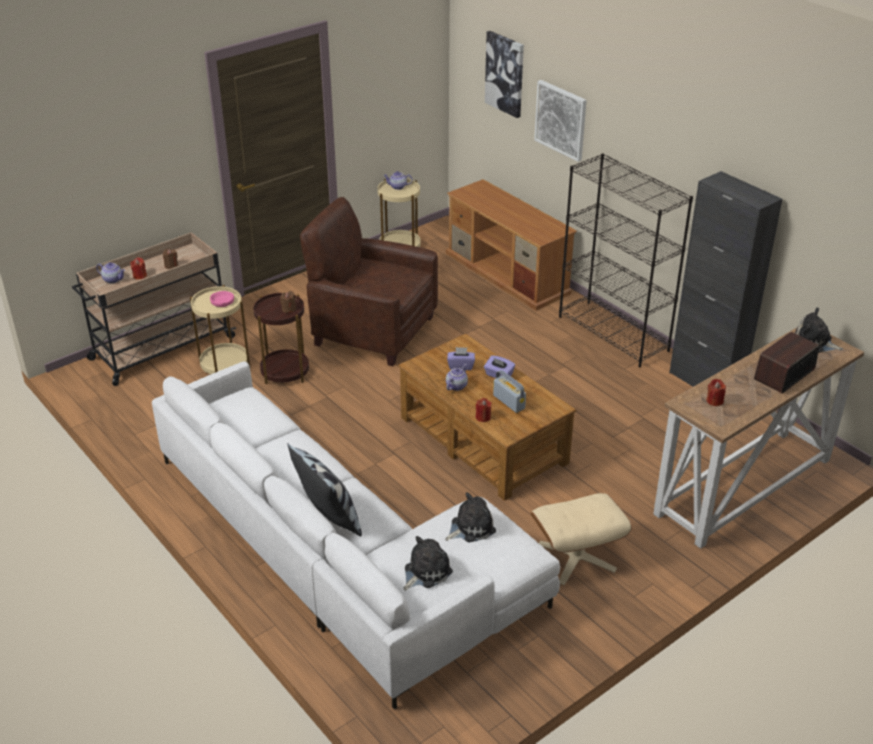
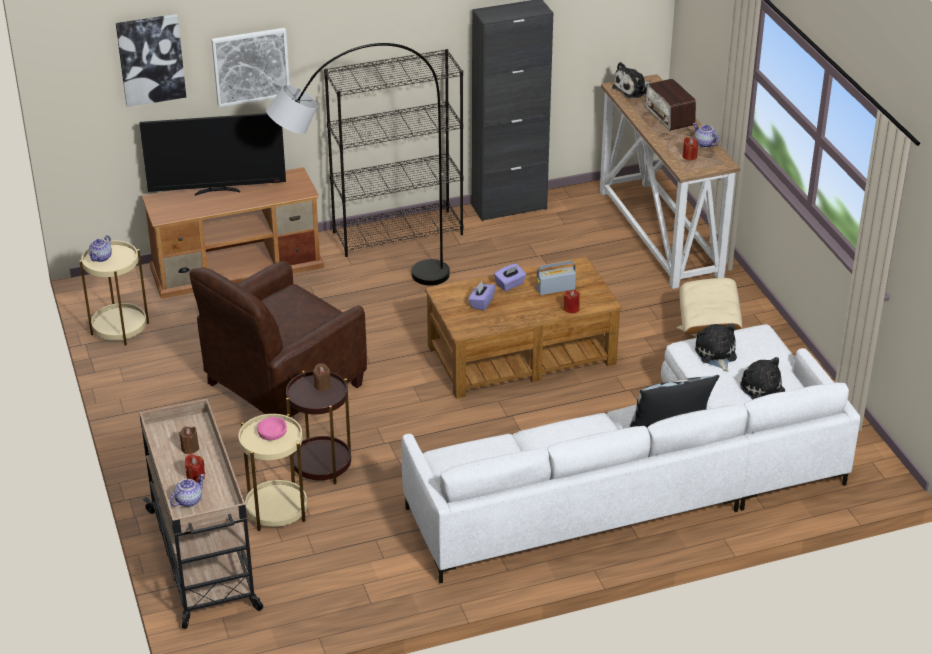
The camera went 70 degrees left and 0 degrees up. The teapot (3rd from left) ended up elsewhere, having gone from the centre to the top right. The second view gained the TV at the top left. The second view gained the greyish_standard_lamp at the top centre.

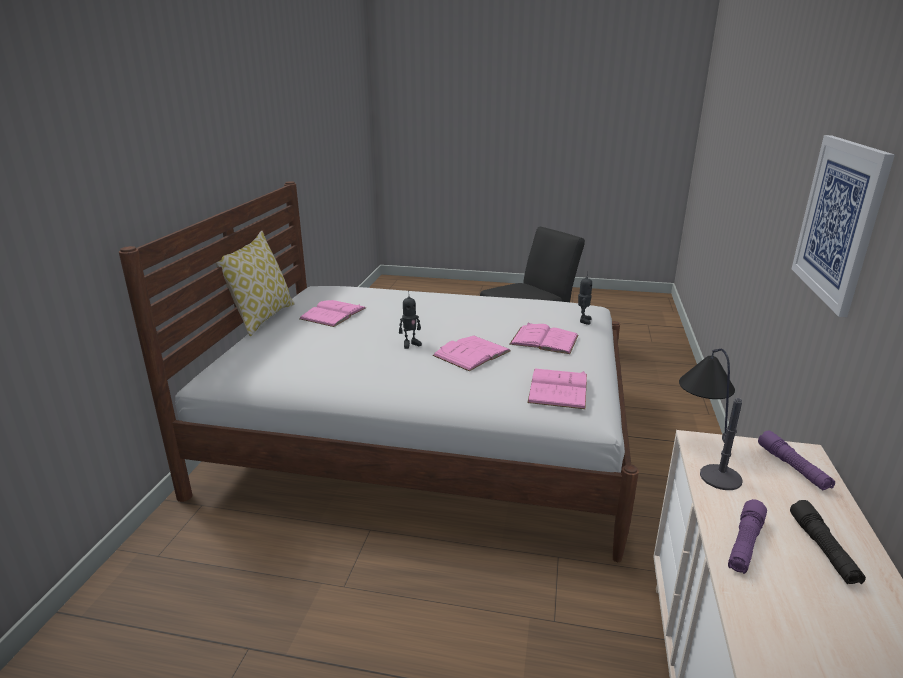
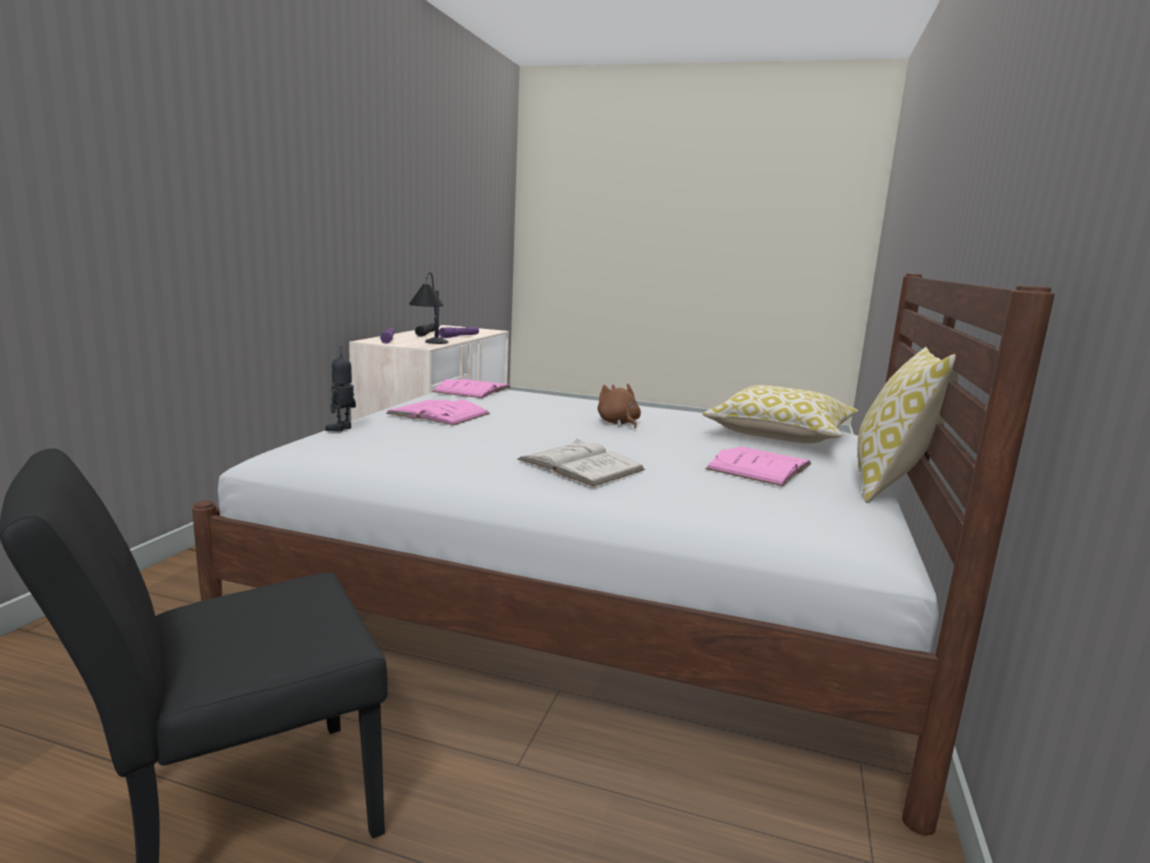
The camera went 175 degrees left and 10 degrees down. Where the robot_figure (1st from left) stood at the centre, the brown-coloured_plush_toy came to stand at the centre. The second view lost the pinkish_bound_book (2nd from left) at the centre. The second view lost the wall_picture at the middle right. The second view gained the white_bound_book at the centre. The second view gained the cushion (1st from left) at the middle right.

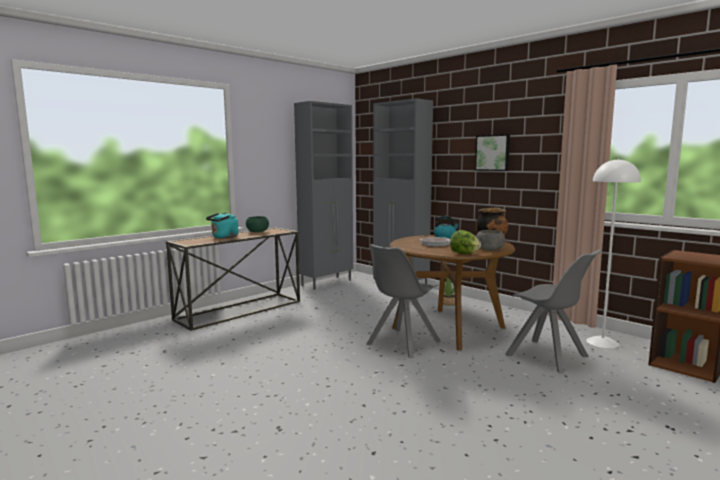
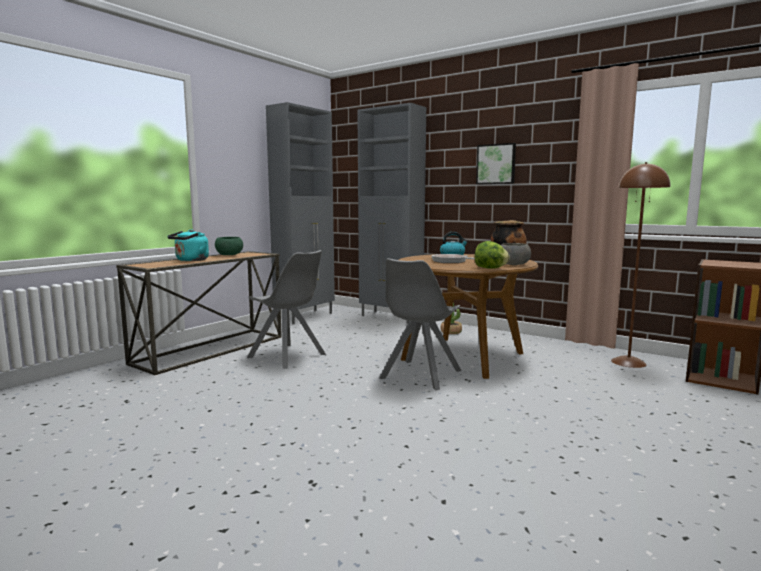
The camera went 10 degrees left and 0 degrees up. The greyish_upright_chair (2nd from left in the first image) ended up elsewhere, having gone from the middle right to the centre. What was the white_standard_lamp at the middle right turned into the brown-coloured_standard_lamp at the middle right.

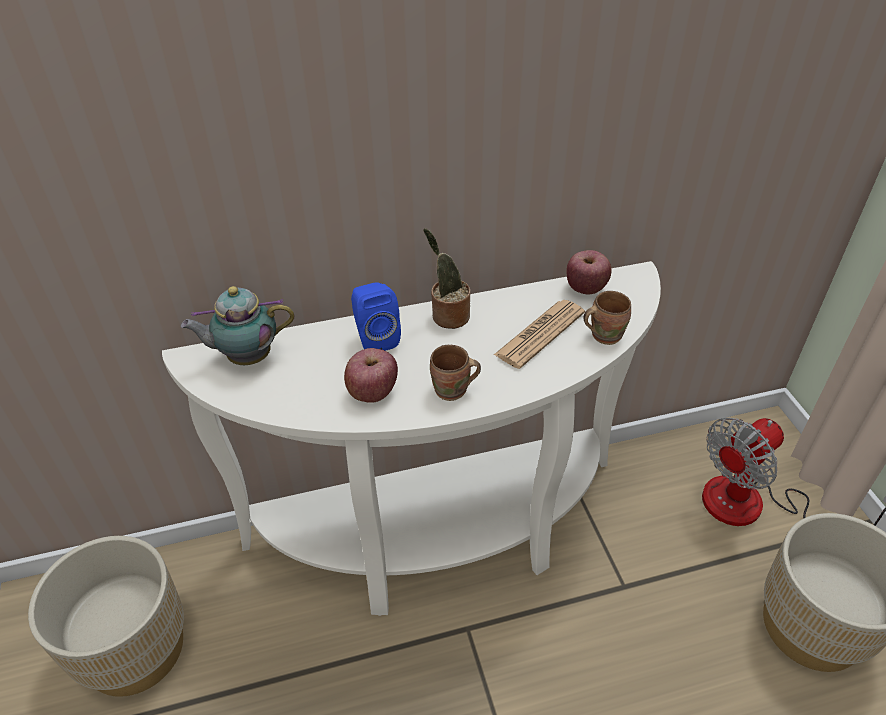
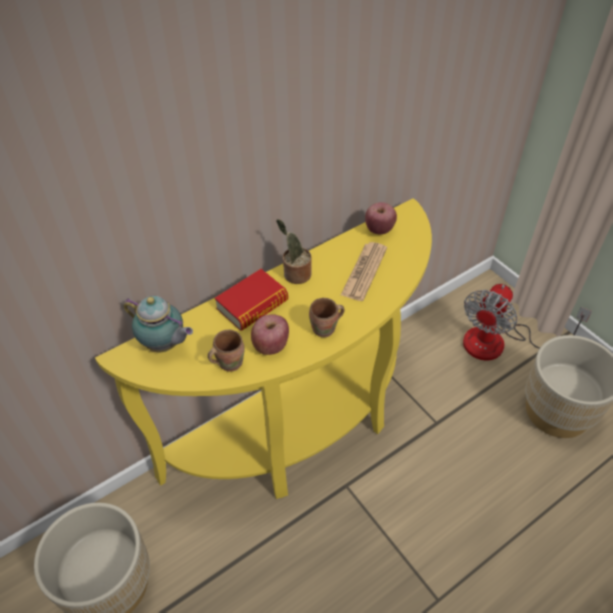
The camera went 20 degrees left and 5 degrees up. What was the white_hall_table at the centre turned into the yellowish_hall_table at the centre. The teapot at the middle left ended up facing another way, 120 degrees counterclockwise from before. Where the bluish_speaker stood at the centre, the bound_book came to stand at the centre. The brown-coloured_mug (2nd from left in the first image) ended up elsewhere, having gone from the middle right to the centre.

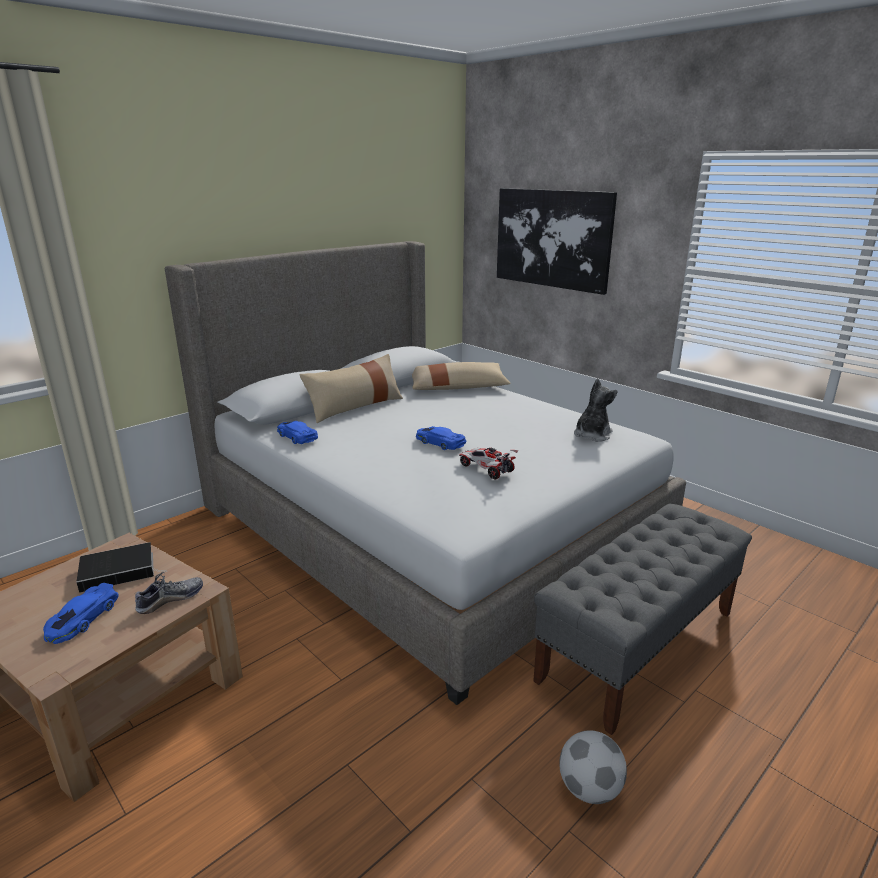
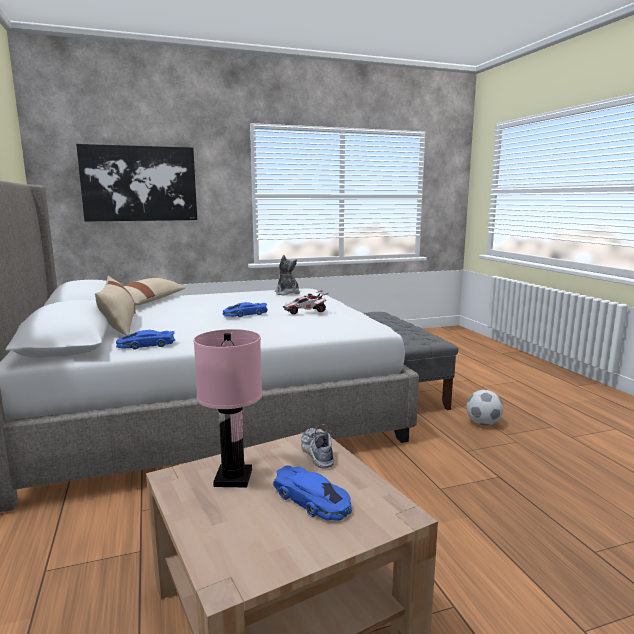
The camera went 65 degrees left and 10 degrees down. Where the bound_book stood at the middle left, the pinkish_table_lamp came to stand at the centre.

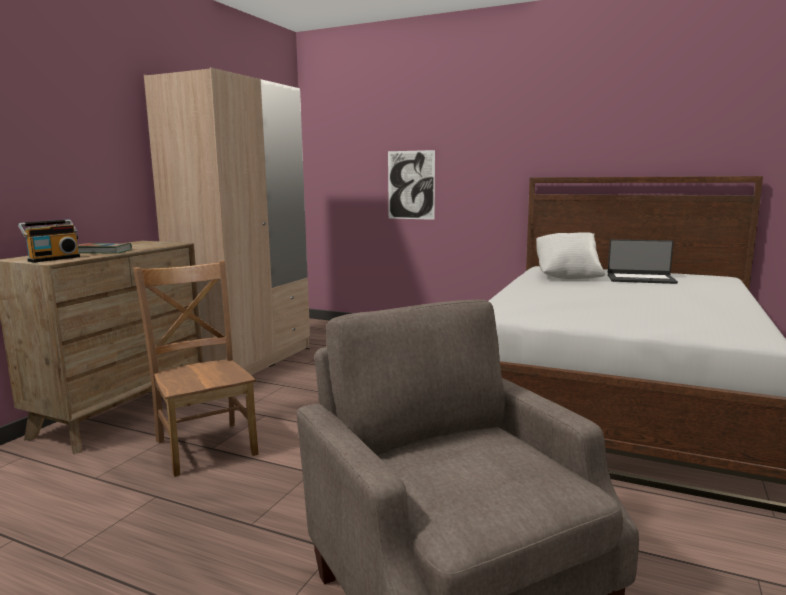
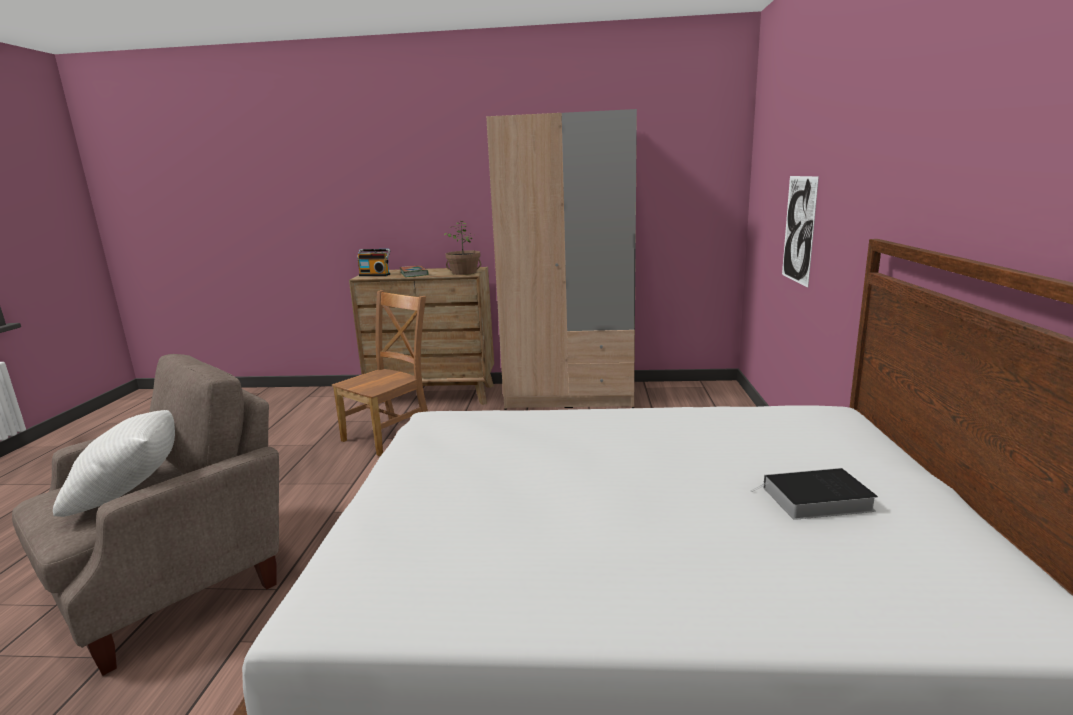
The camera went 70 degrees right and 5 degrees up. The white_cushion ended up elsewhere, having gone from the middle right to the middle left. Where the notebook_computer stood at the middle right, the bound_book (2nd from left) came to stand at the bottom right. The second view gained the potted_plant at the centre.

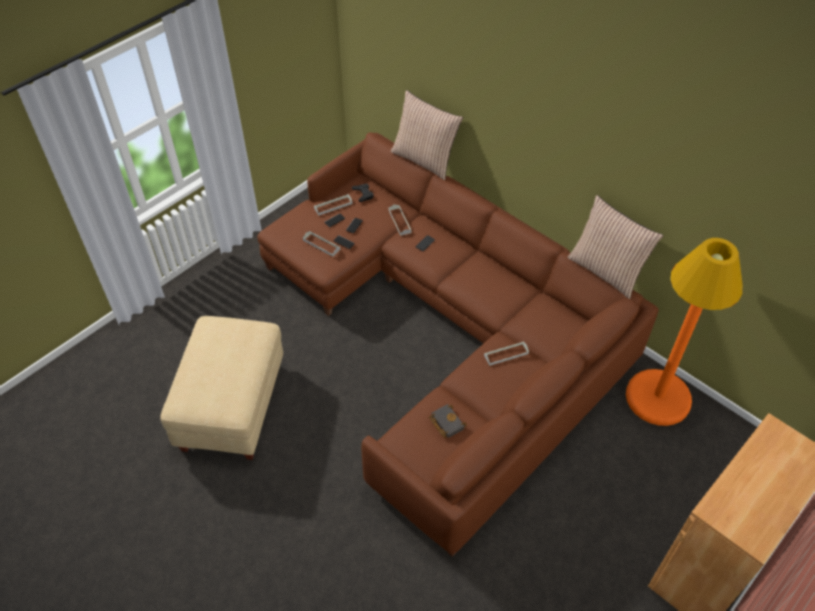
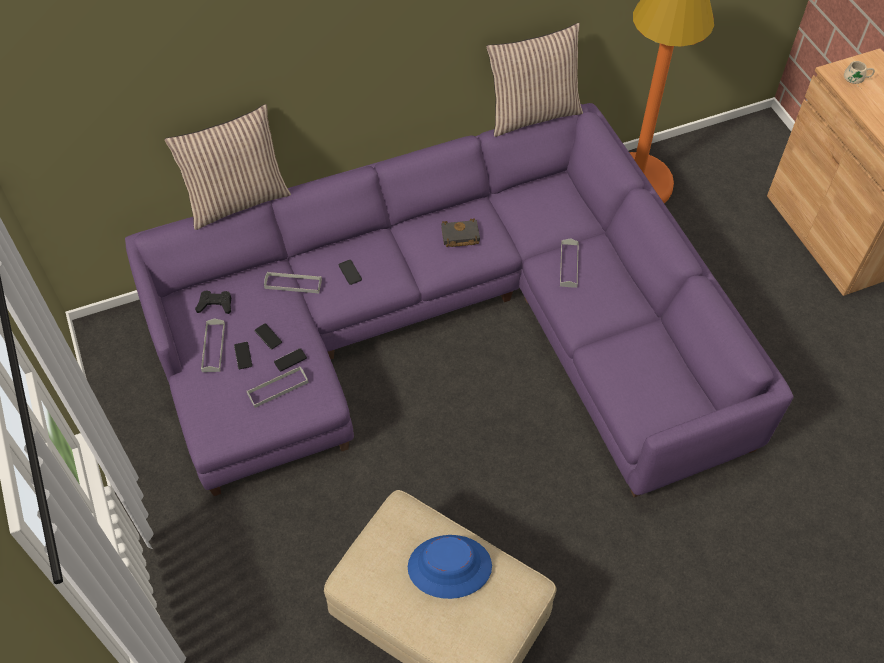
The camera went 65 degrees left and 5 degrees up. What was the brown-coloured_settee at the centre turned into the purple_settee at the centre. The blackish_bound_book ended up elsewhere, having gone from the bottom centre to the centre. The second view gained the bluish_hat at the bottom centre. The second view gained the beige-coloured_mug at the top right.

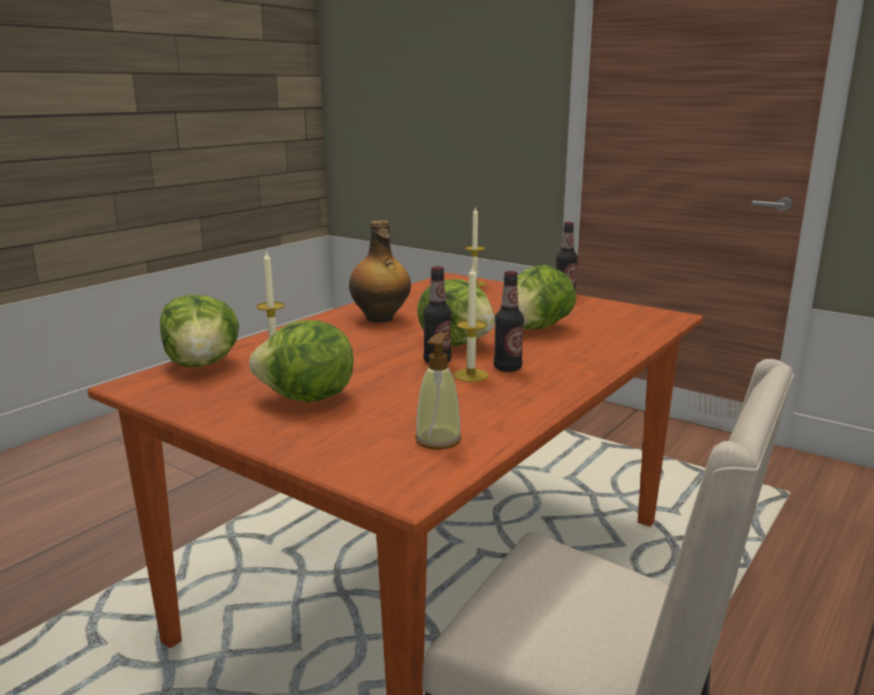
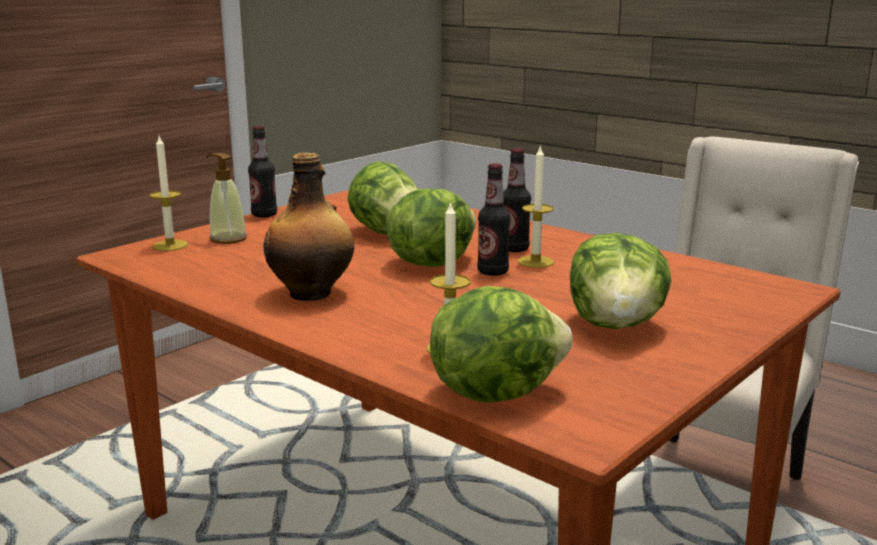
The camera went 85 degrees left and 0 degrees up. The soap_dispenser ended up elsewhere, having gone from the centre to the middle left.

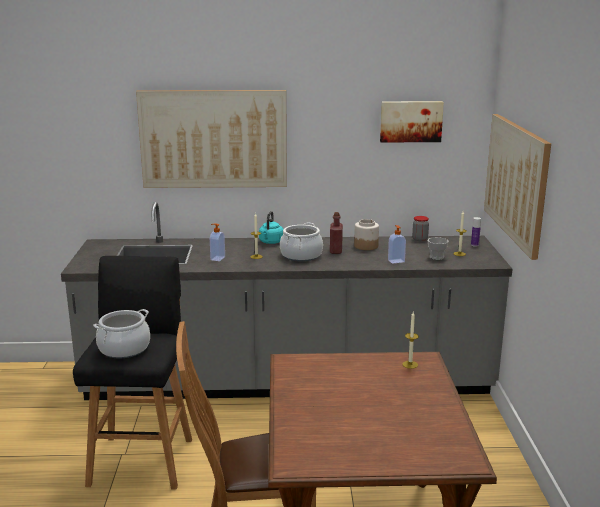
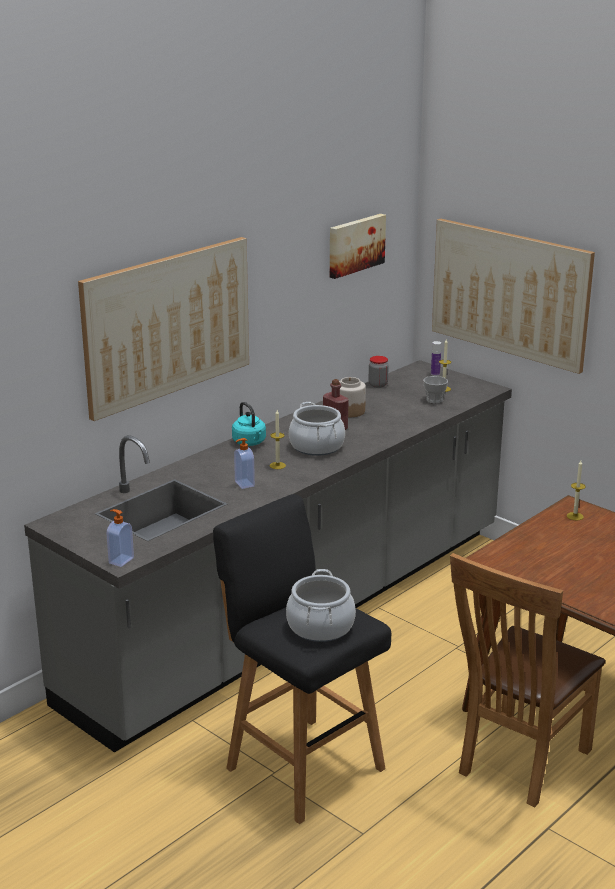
The camera went 45 degrees left and 5 degrees up. The soap_dispenser (2nd from left in the first image) ended up elsewhere, having gone from the centre to the middle left.

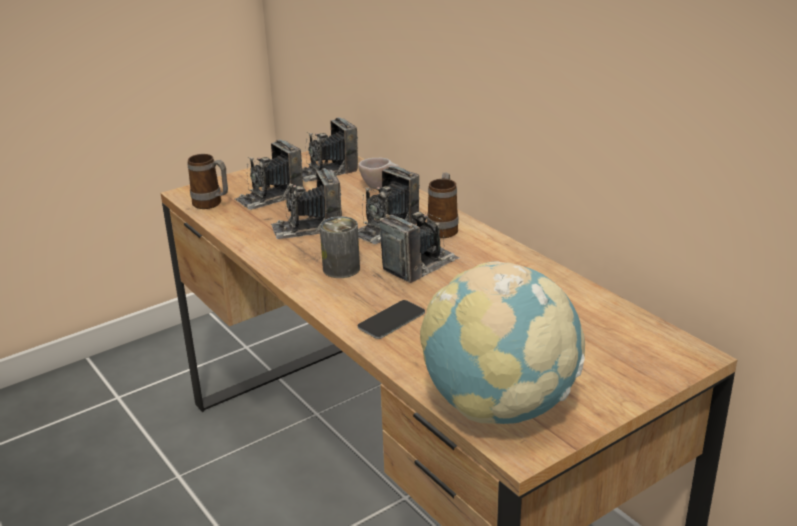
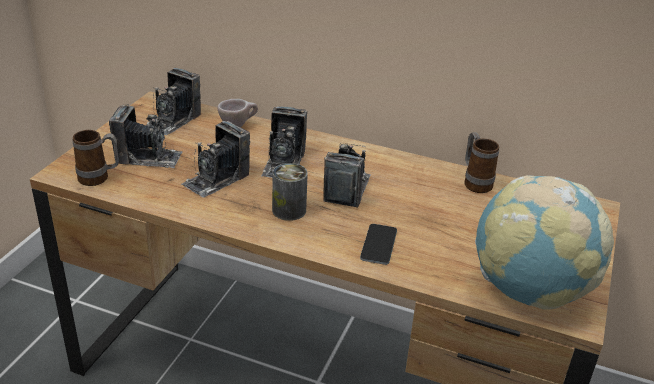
The camera went 35 degrees left and 5 degrees up. The photo_camera (1st from left) at the top centre ended up facing another way, 105 degrees counterclockwise from before. The mug (2nd from left) ended up elsewhere, having gone from the centre to the middle right.

